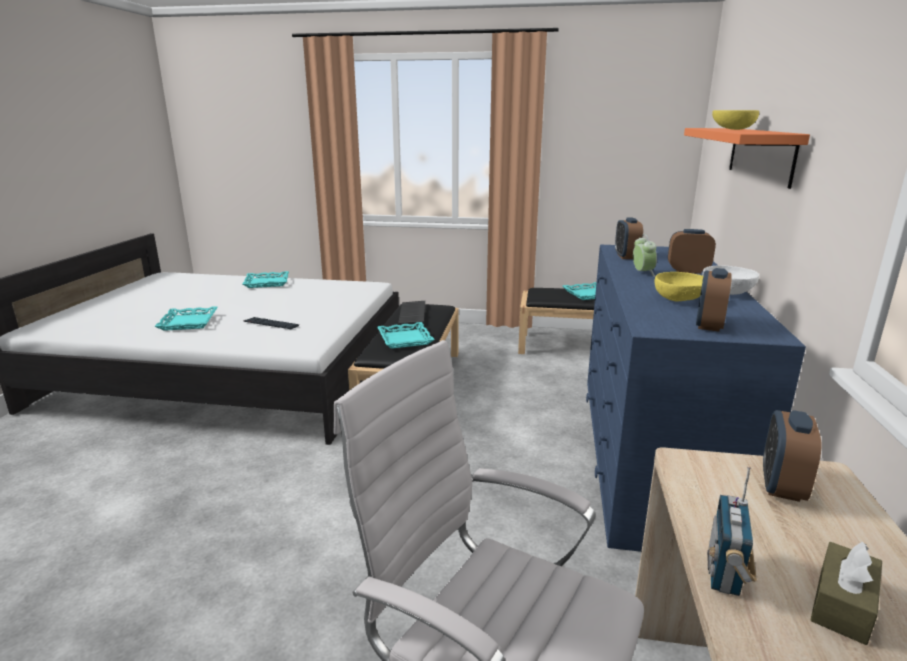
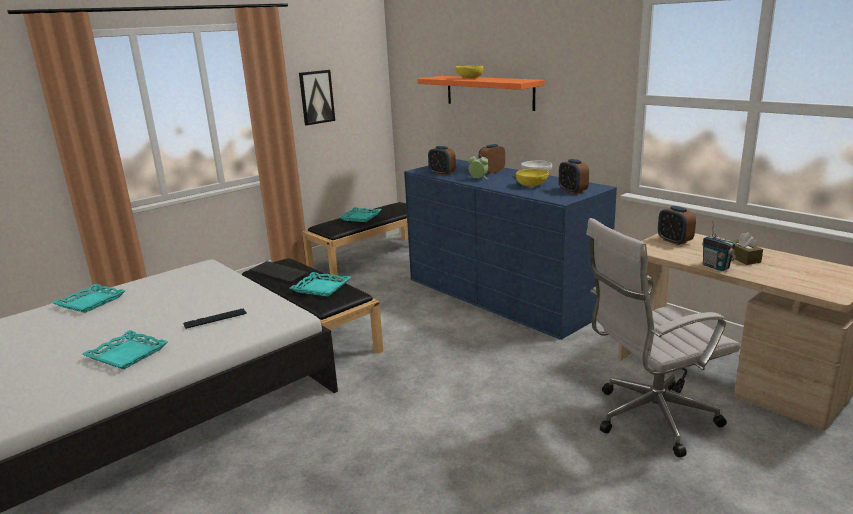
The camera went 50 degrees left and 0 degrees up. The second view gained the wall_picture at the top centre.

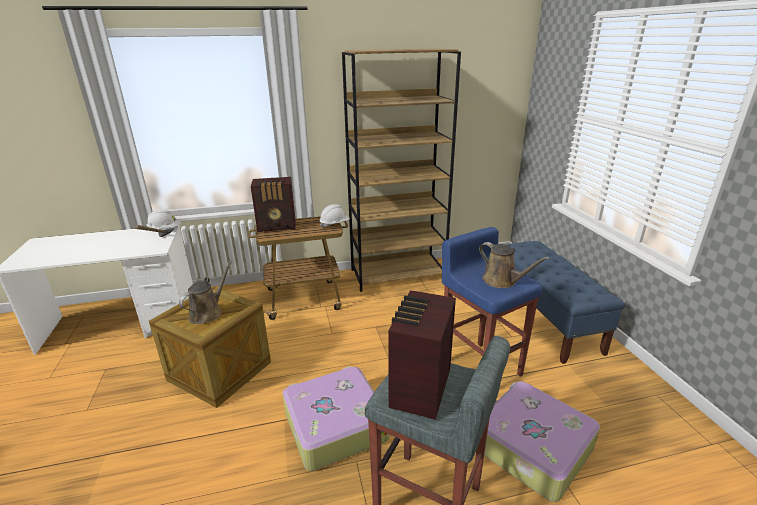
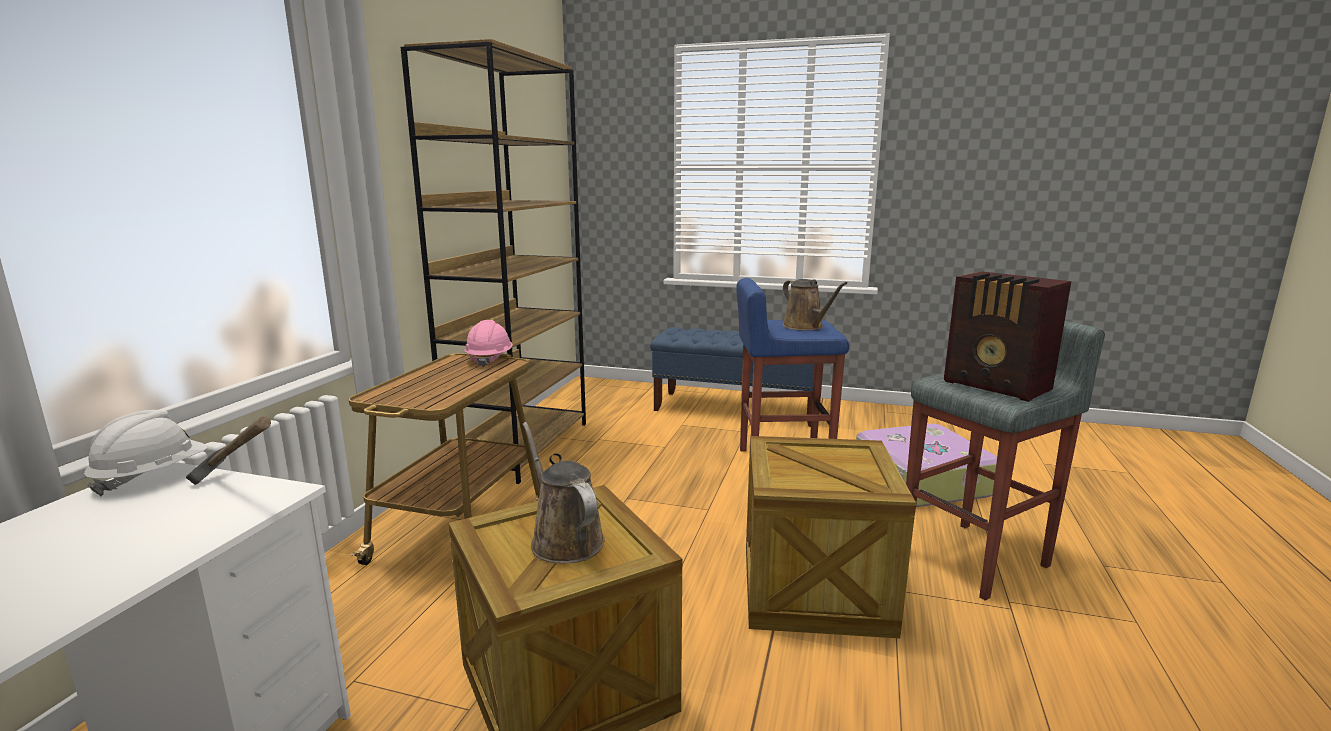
The camera went 60 degrees left and 10 degrees down. The second view lost the radio (1st from left) at the centre. Where the suitcase (1st from left) stood at the bottom centre, the crate (2nd from left) came to stand at the bottom centre. What was the white_safety_helmet (2nd from left) at the centre turned into the pinkish_safety_helmet at the centre. The brown-coloured_watering_pot (2nd from left) at the middle right ended up facing another way, 75 degrees clockwise from before.

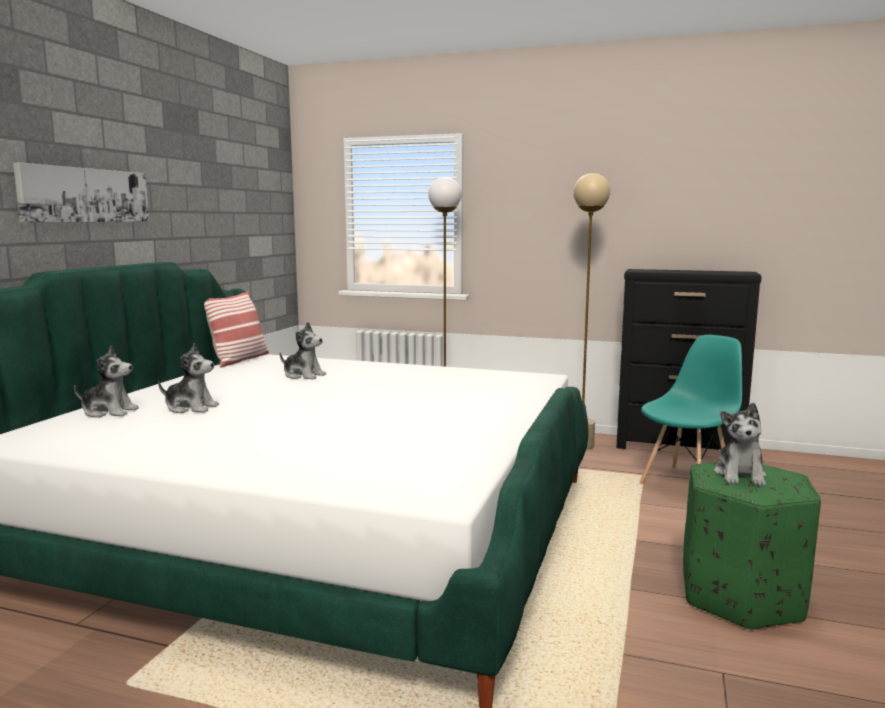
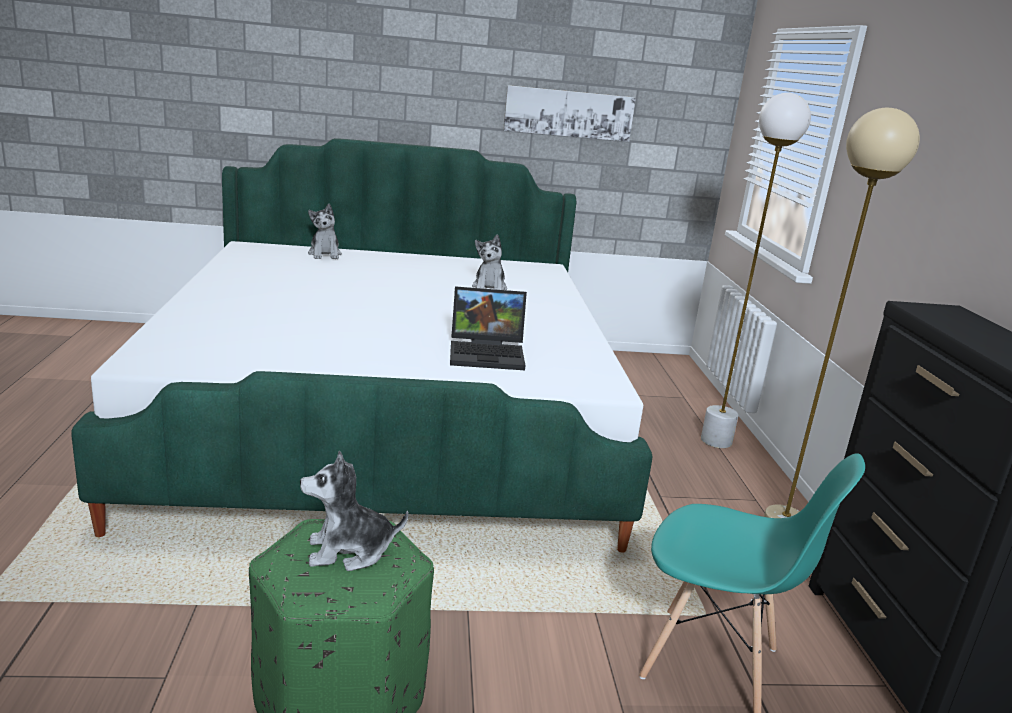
The camera went 65 degrees right and 10 degrees up. The wall_picture ended up elsewhere, having gone from the top left to the top centre. The second view lost the plush_toy (2nd from left) at the middle left. The second view lost the cushion at the middle left. The second view gained the notebook_computer at the centre.

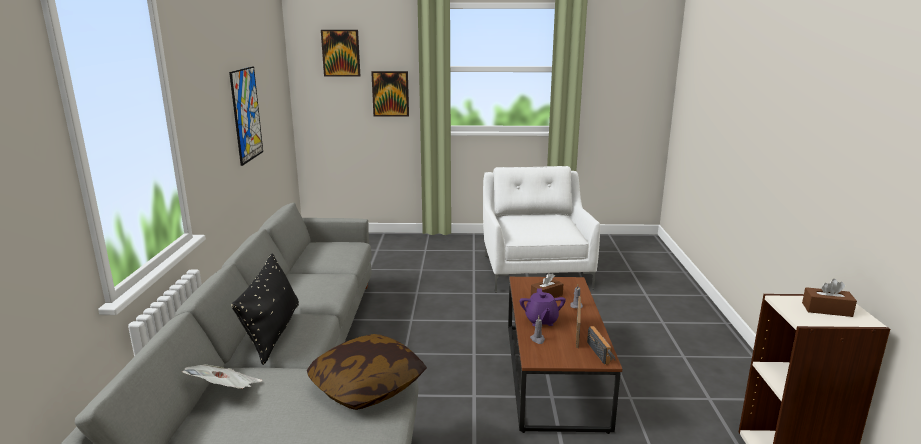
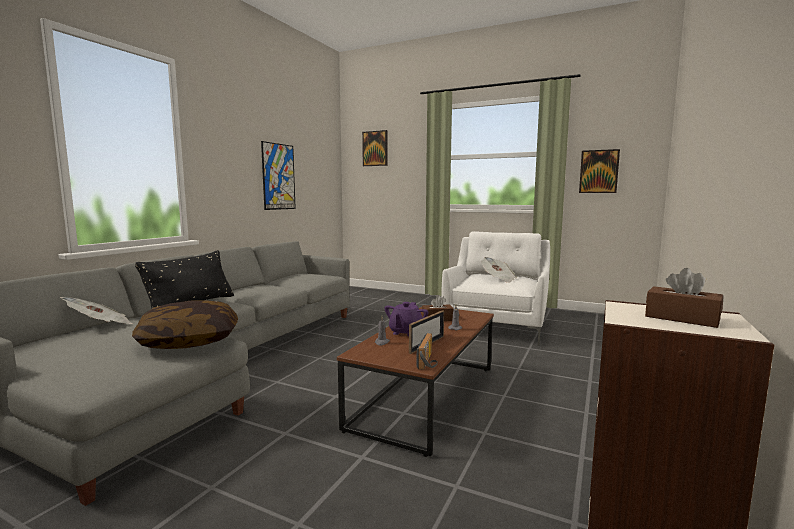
The camera went 25 degrees right and 10 degrees down. The wall_picture (3rd from left) ended up elsewhere, having gone from the top centre to the top right. The second view gained the printed_paper (2nd from left) at the centre.

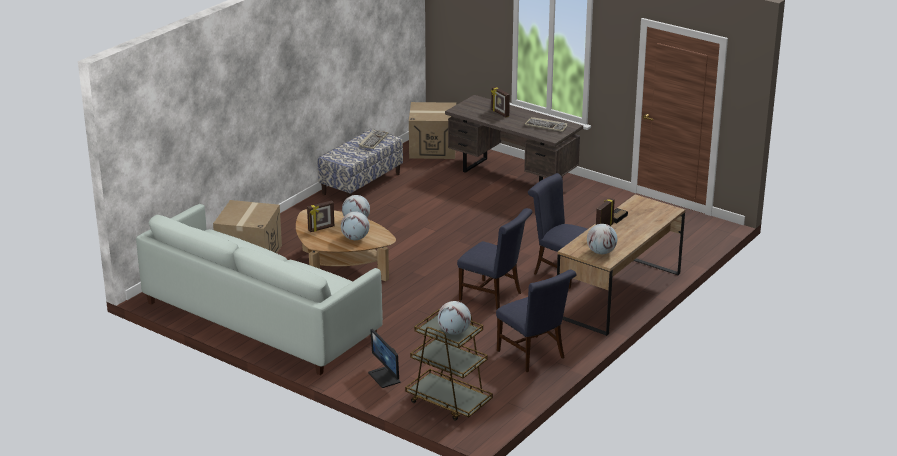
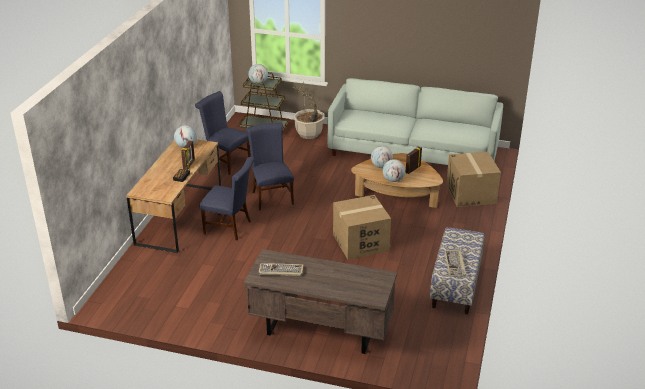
The camera went 160 degrees right and 5 degrees up. Where the computer_display stood at the bottom centre, the potted_plant came to stand at the top centre. The packing_box (2nd from left in the first image) ended up elsewhere, having gone from the top centre to the centre. The bluish_upright_chair (1st from left in the first image) at the centre ended up facing another way, 60 degrees clockwise from before. The second view lost the photo_frame (2nd from left) at the top centre.

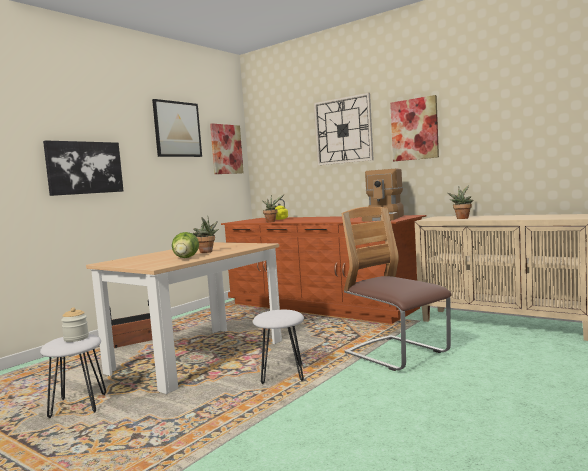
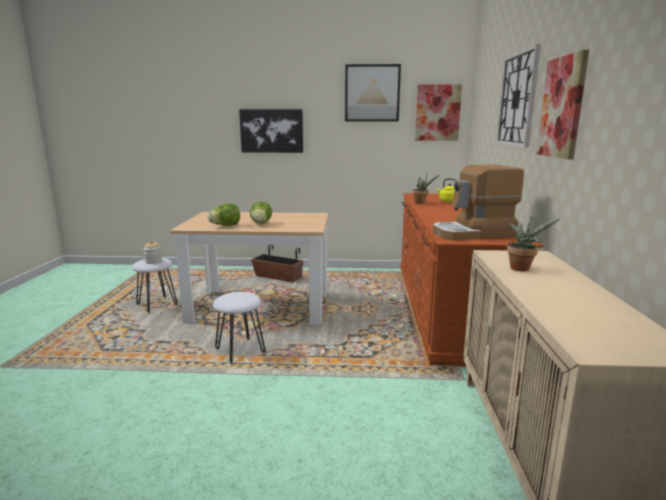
The camera went 55 degrees right and 10 degrees up. Where the potted_plant (1st from left) stood at the centre, the lettuce_head (2nd from left) came to stand at the centre. The second view lost the upright_chair at the middle right.

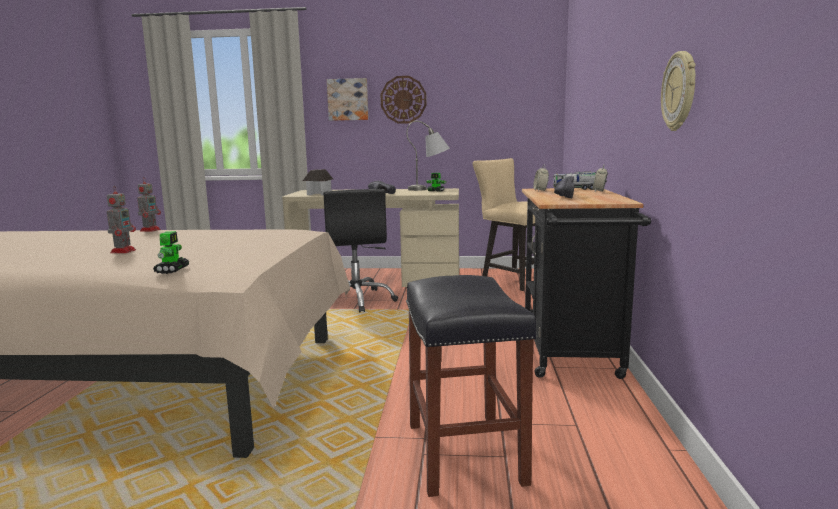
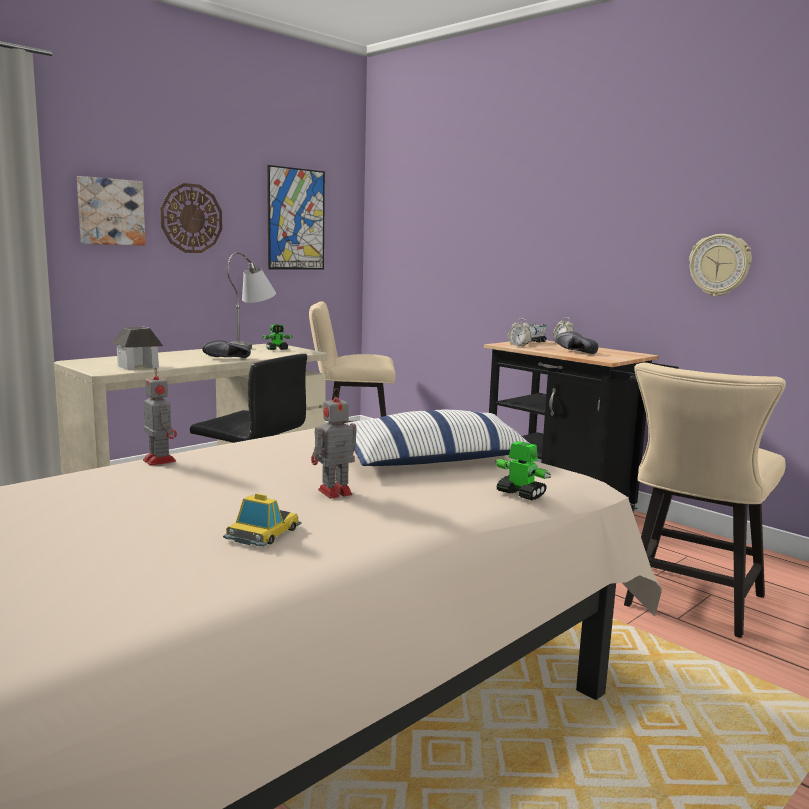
The camera went 50 degrees left and 0 degrees up. The robot_figure (1st from left in the first image) at the middle left ended up facing another way, 75 degrees counterclockwise from before. Where the blackish_stool_seat stood at the bottom centre, the beige-coloured_upright_chair (2nd from left) came to stand at the middle right. The second view gained the toy_car at the middle left. The second view gained the wall_picture (2nd from left) at the top centre. The second view gained the cushion at the centre.

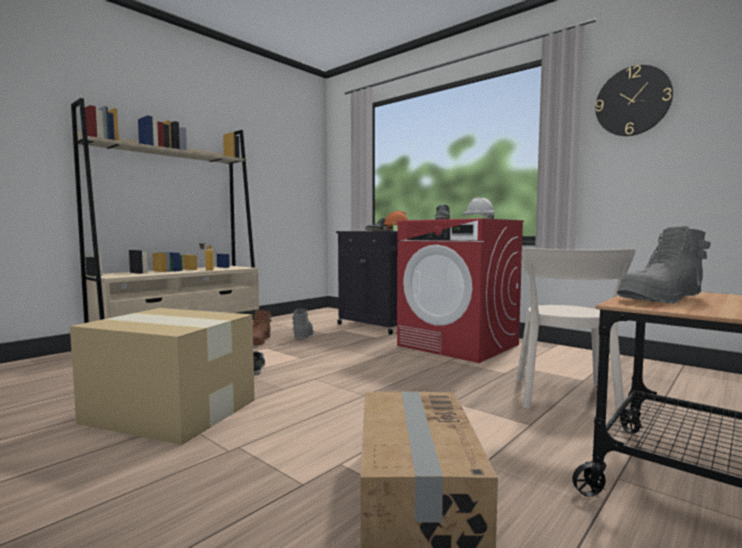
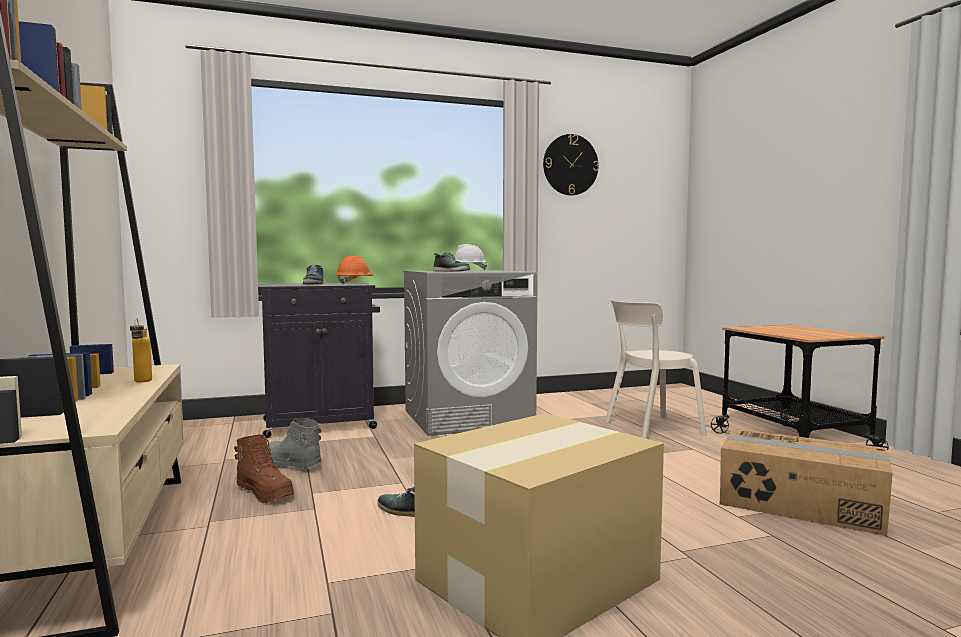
The camera went 60 degrees left and 0 degrees up. What was the reddish_laundry_machine at the centre turned into the greyish_laundry_machine at the centre. The beige-coloured_upright_chair at the middle right ended up facing another way, 120 degrees clockwise from before. The second view lost the greyish_boot (2nd from left) at the middle right.

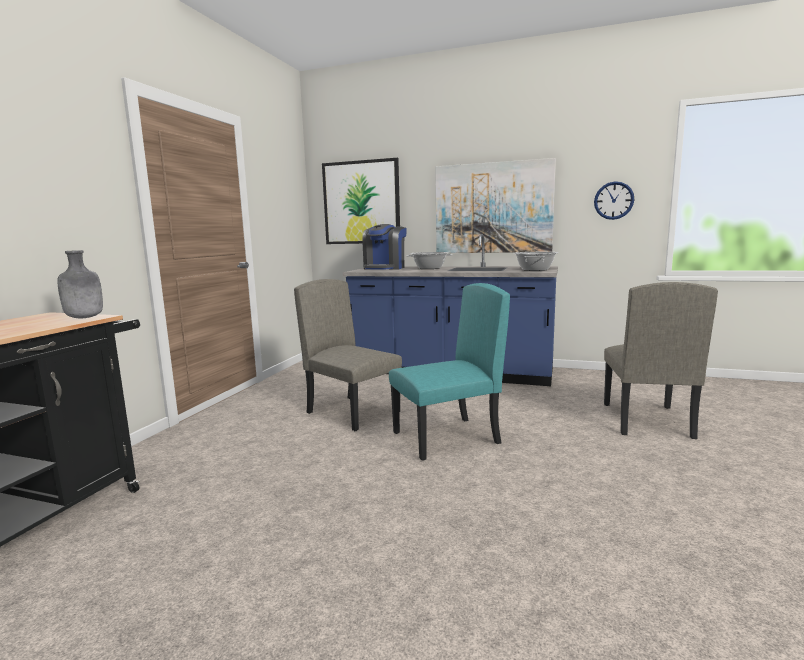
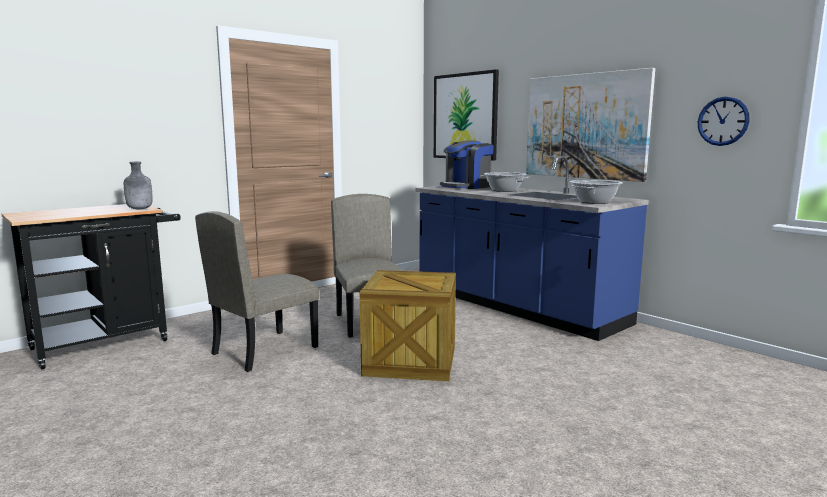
The camera went 30 degrees right and 0 degrees up. Where the turquoise_upright_chair stood at the centre, the crate came to stand at the centre. The beige-coloured_upright_chair (2nd from left in the first image) ended up elsewhere, having gone from the middle right to the middle left.

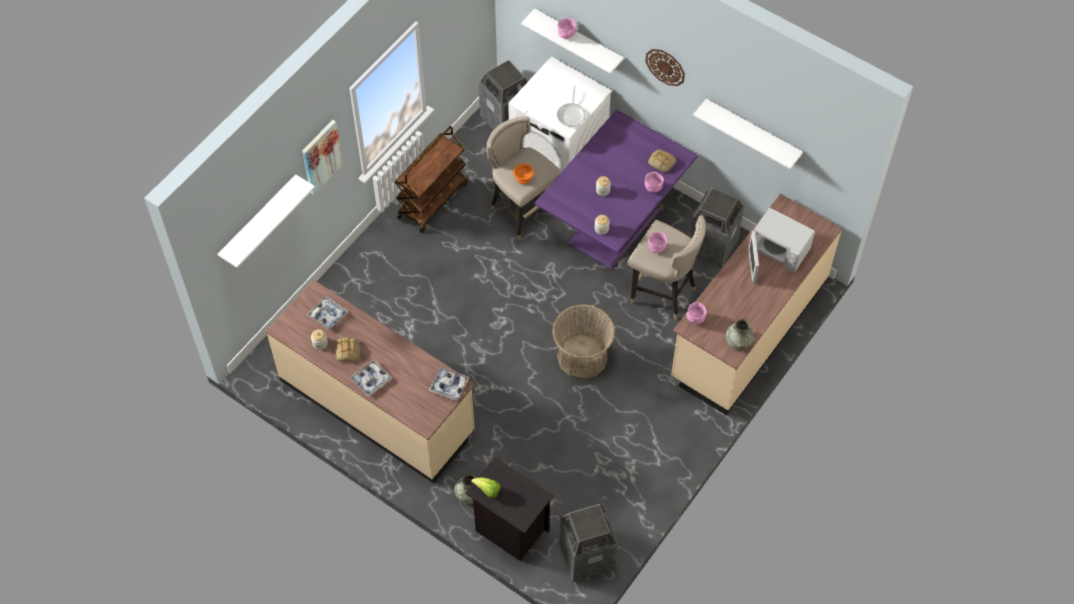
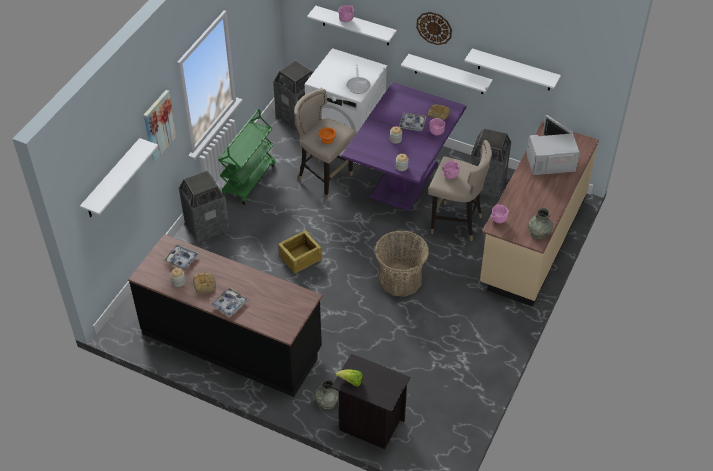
The camera went 10 degrees left and 10 degrees down. What was the beige-coloured_counter (1st from left) at the centre turned into the blackish_counter at the bottom left. What was the brown-coloured_trolley at the top centre turned into the greenish_trolley at the centre. The carrying_tray (3rd from left) ended up elsewhere, having gone from the centre to the top centre. The waste_bin (2nd from left in the first image) ended up elsewhere, having gone from the bottom centre to the middle left. The white_kitchen_microwave at the middle right ended up facing another way, 150 degrees clockwise from before. The second view gained the crate at the centre. The second view gained the white_bracket_shelf (3rd from left) at the top centre.

